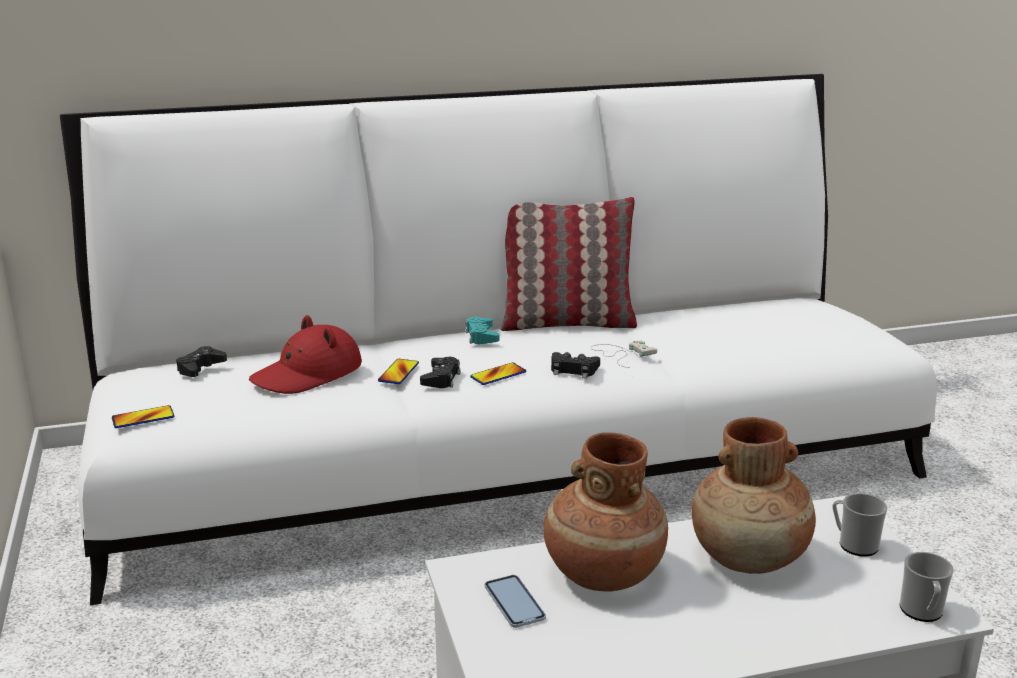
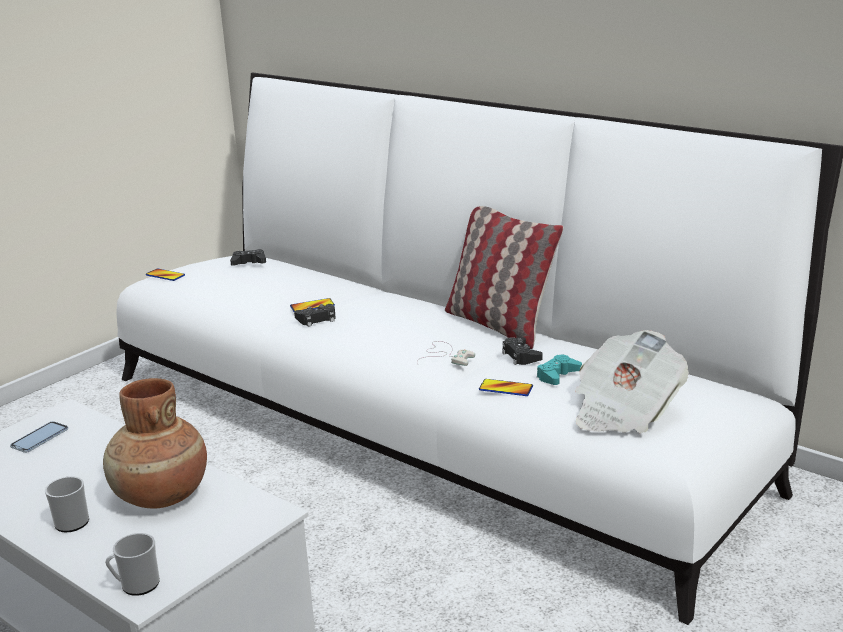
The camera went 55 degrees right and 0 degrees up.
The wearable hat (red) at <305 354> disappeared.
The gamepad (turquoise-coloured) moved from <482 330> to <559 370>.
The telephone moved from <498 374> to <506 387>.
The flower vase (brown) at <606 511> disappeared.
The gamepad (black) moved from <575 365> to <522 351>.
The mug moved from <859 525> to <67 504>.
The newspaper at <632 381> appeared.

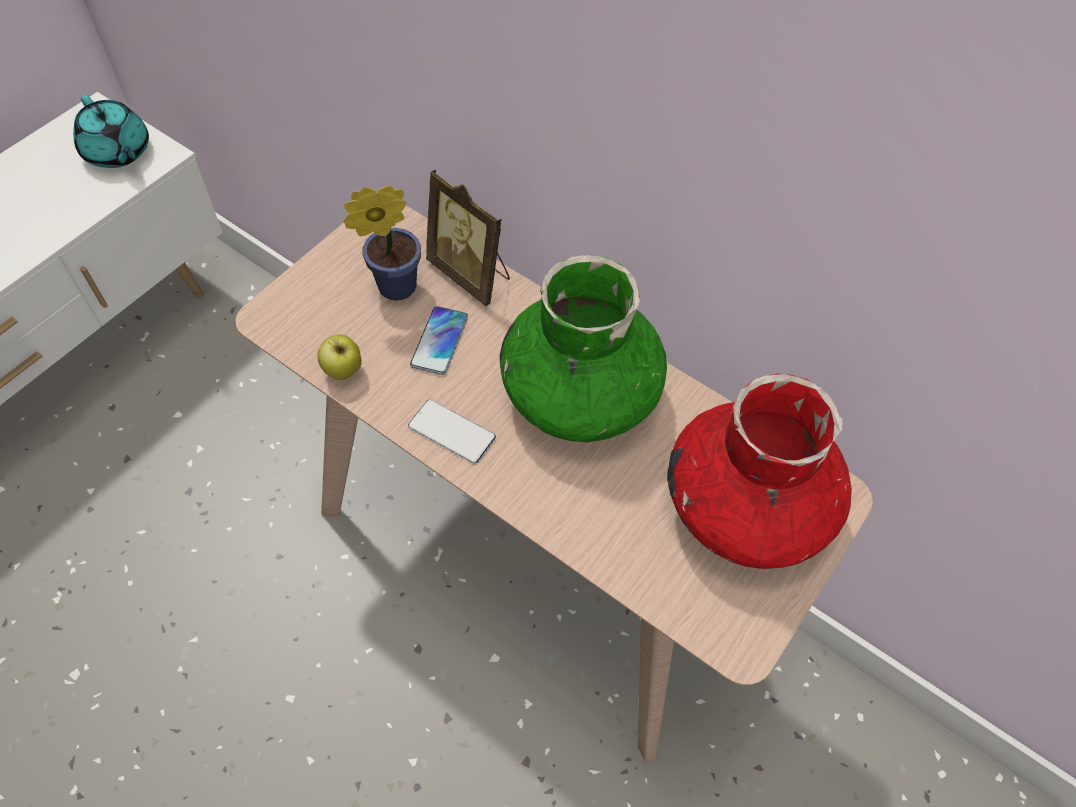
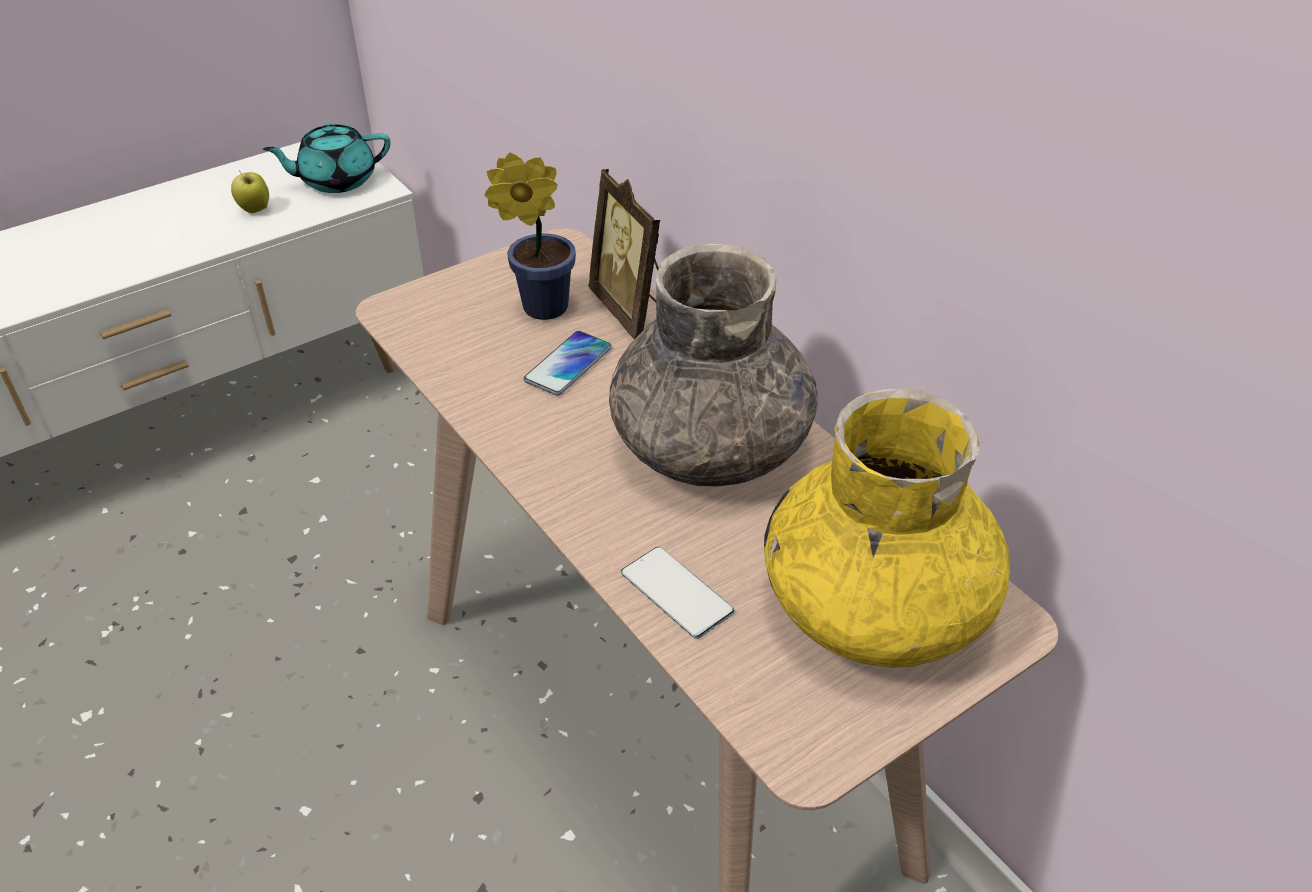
The camera went 20 degrees right and 15 degrees down.
The pot for tea (turquoise-coloured) at <111 131> turned 90 degrees clockwise.
The whole apple moved from <339 357> to <250 192>.
The telephone moved from <452 431> to <678 593>.
The flower vase (green-coloured) at <583 348> became the flower vase (greyish) at <713 365>.
The flower vase (red) at <759 471> became the flower vase (yellow) at <887 528>.

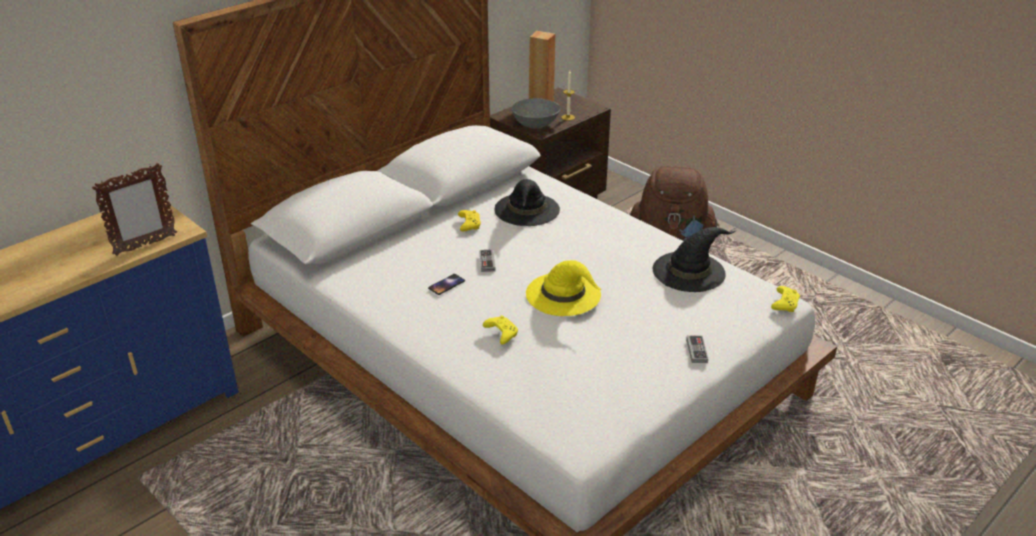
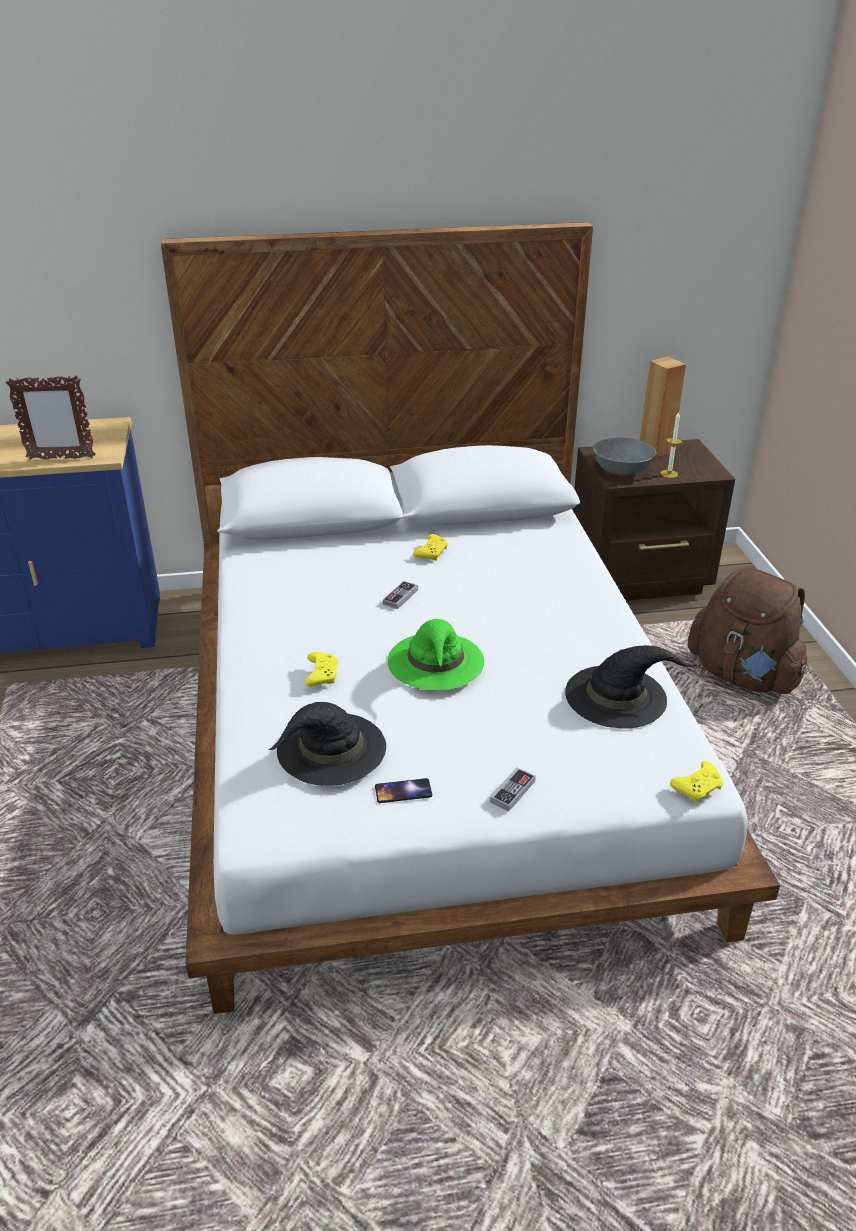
The camera went 35 degrees right and 0 degrees up.
The telephone moved from <446 284> to <403 790>.
The wearable hat (black) moved from <527 202> to <327 744>.
The wearable hat (yellow) at <564 288> became the wearable hat (green-coloured) at <436 654>.

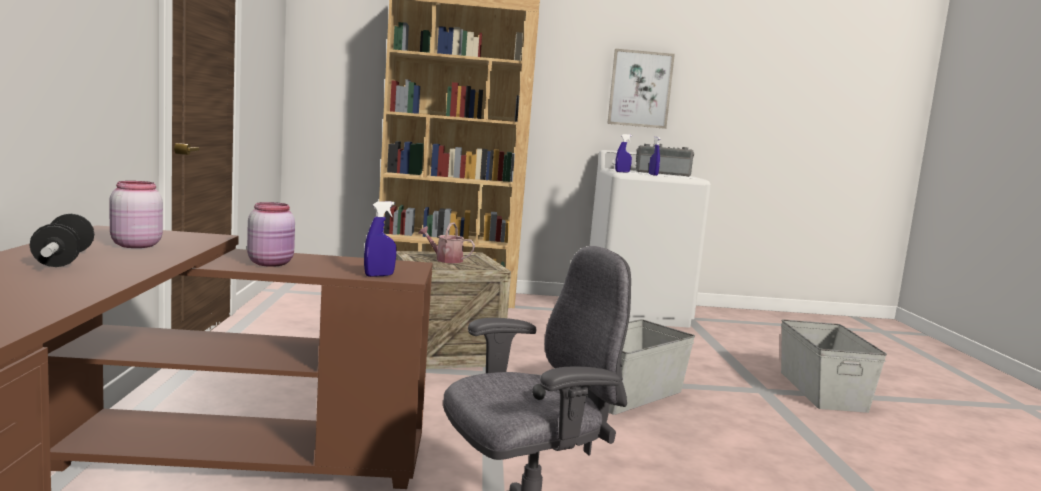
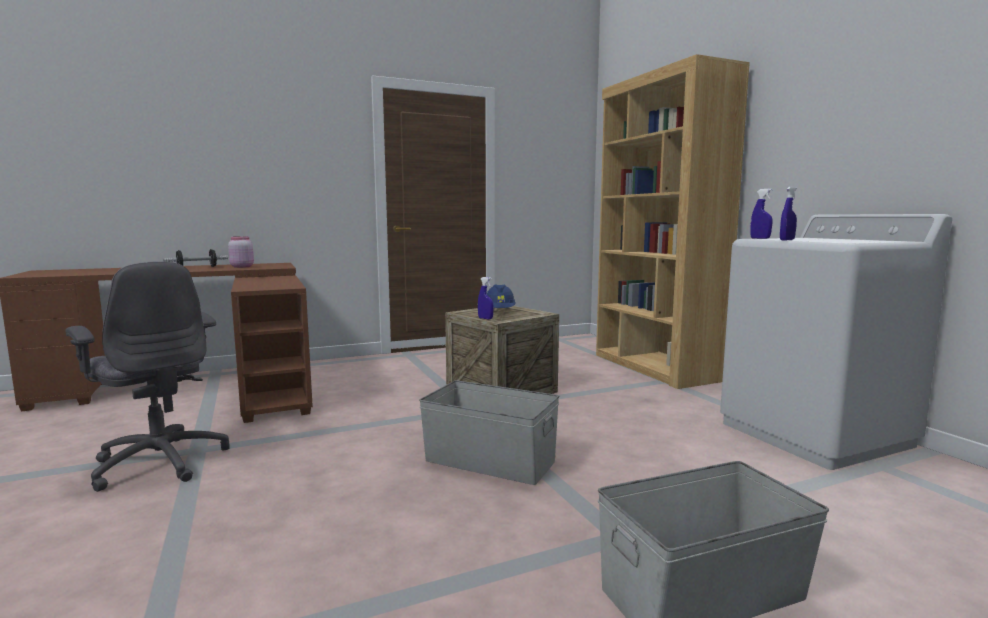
The camera went 70 degrees right and 0 degrees up.
The preserve jar (pink-coloured) at <271 234> disappeared.
The sprayer (bluish) moved from <380 239> to <486 298>.
The watering pot at <447 242> was replaced by the work helmet (bluish) at <501 297>.
The wall art at <641 89> disappeared.
The radio at <665 160> disappeared.

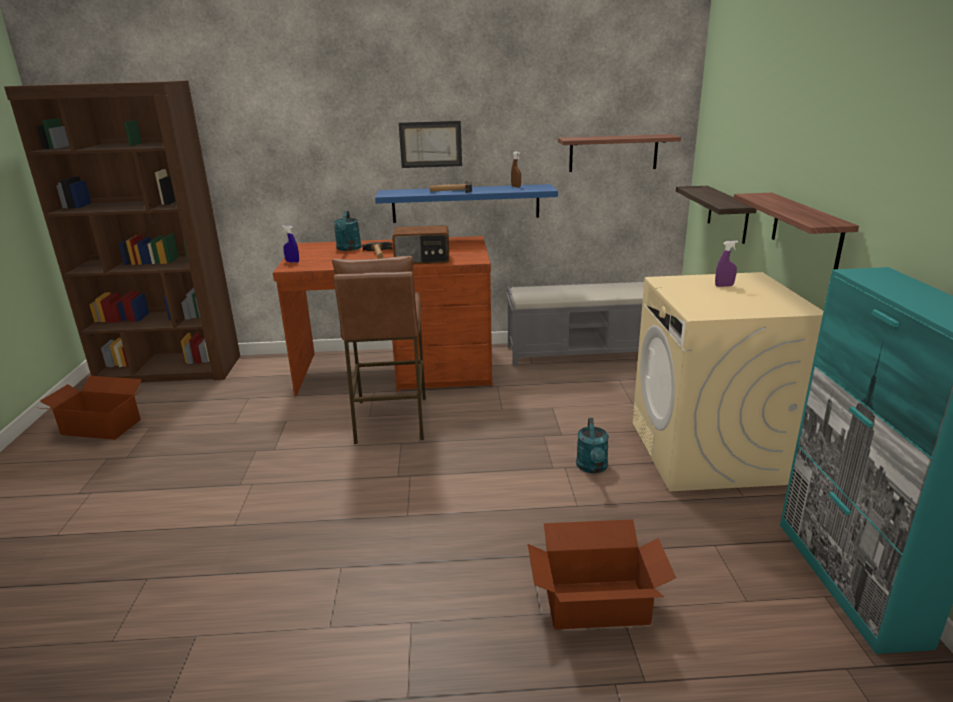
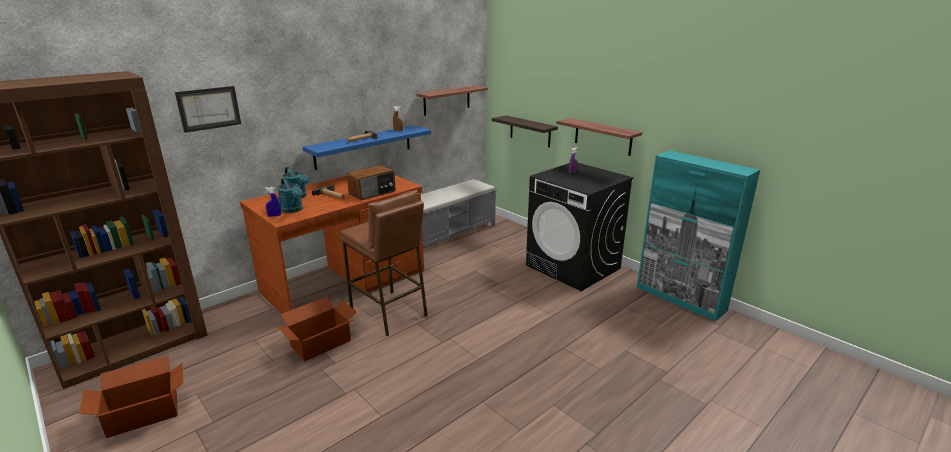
The camera went 40 degrees left and 0 degrees up.
The wall art moved from <430 144> to <208 109>.
The carton moved from <602 574> to <317 329>.
The watering pot (turquoise-coloured) moved from <592 445> to <290 195>.
The laundry machine (sand-coloured) at <727 381> became the laundry machine (black) at <580 227>.

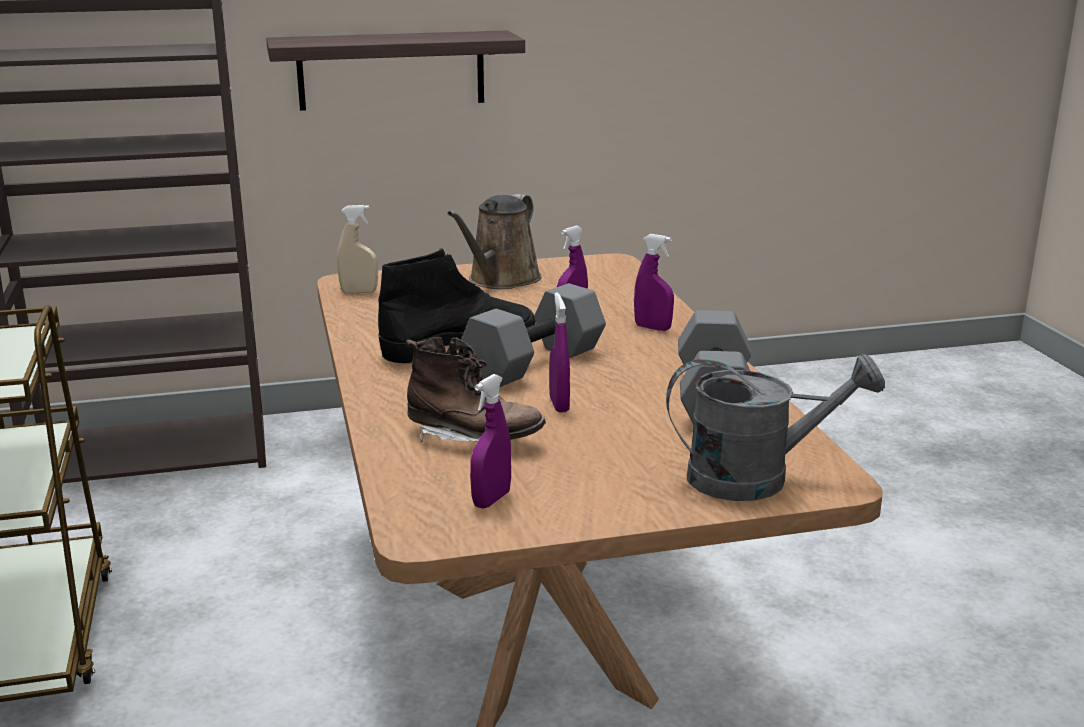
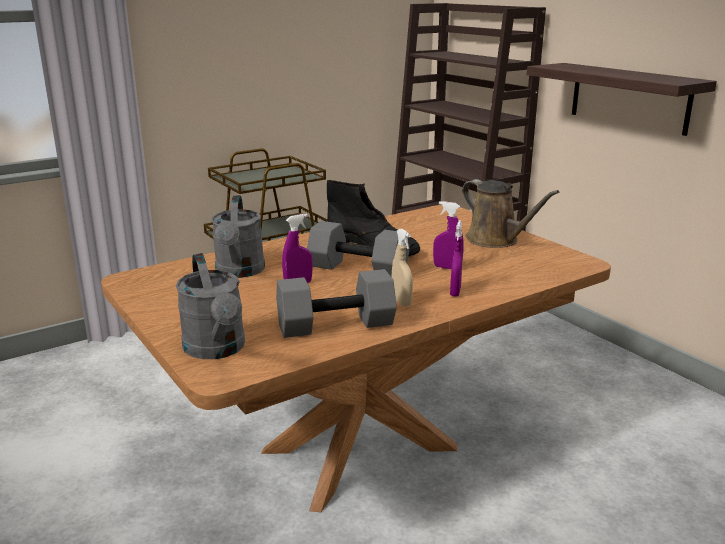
The camera went 70 degrees right and 0 degrees up.
The sprayer (sand-coloured) moved from <357 249> to <402 267>.
The high-top boot (brown) at <476 389> was replaced by the watering pot (greyish) at <238 236>.
The watering pot (brown) at <494 241> turned 135 degrees counterclockwise.
The sprayer (purple) at <490 441> disappeared.

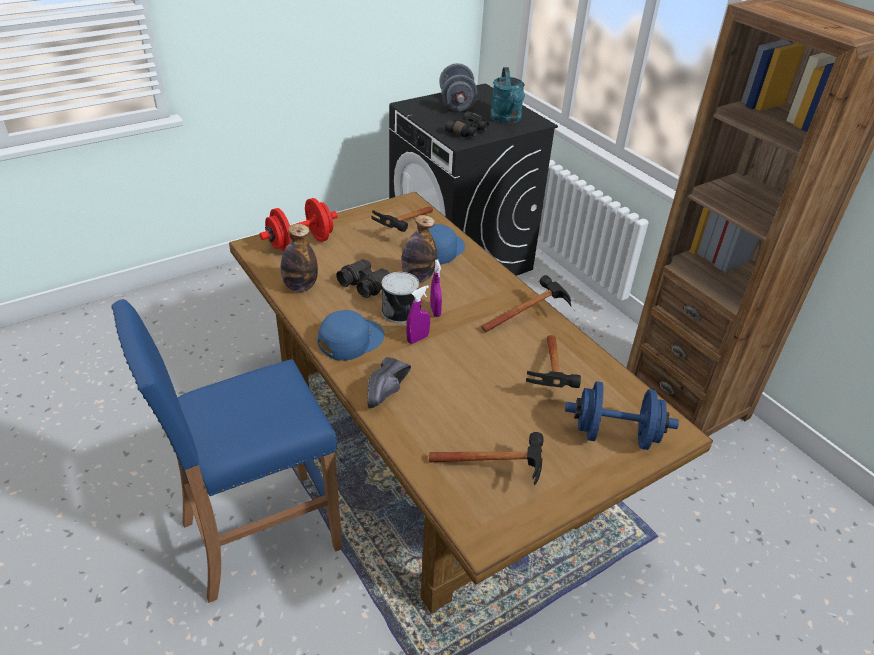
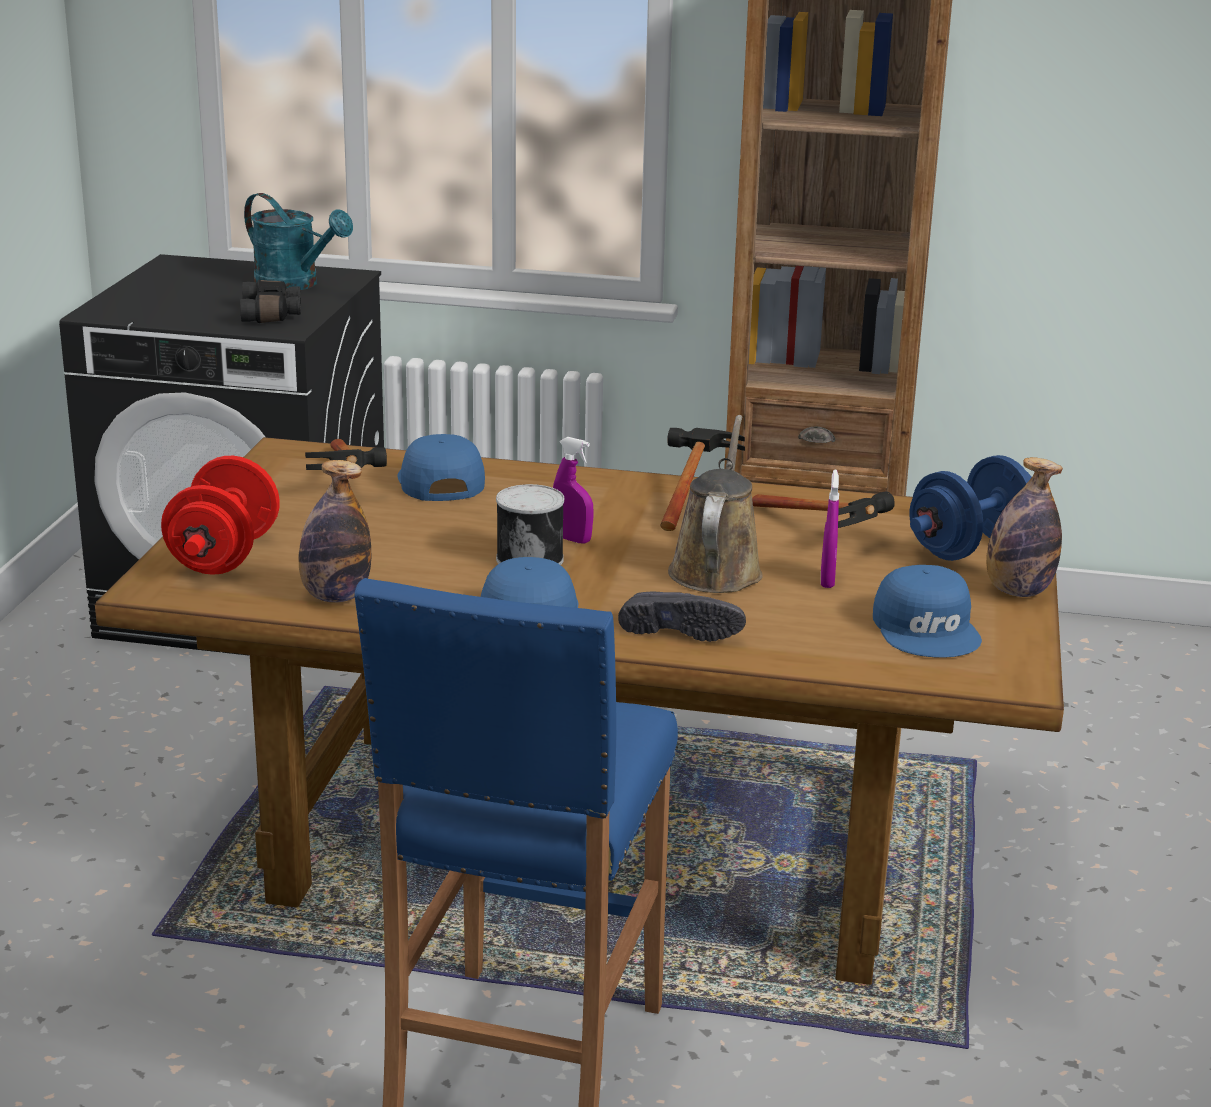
The camera went 45 degrees left and 15 degrees down.
The field glasses (black) at <363 278> disappeared.
The shoe (black) at <389 382> turned 45 degrees counterclockwise.
The bottle moved from <419 248> to <1024 527>.
The sprayer (purple) moved from <418 314> to <830 529>.
The hand hammer at <486 459> was replaced by the peaked cap (bluish) at <927 611>.
The free weight (greyish) at <458 87> disappeared.
The watering pot (brown) at <715 504> appeared.

